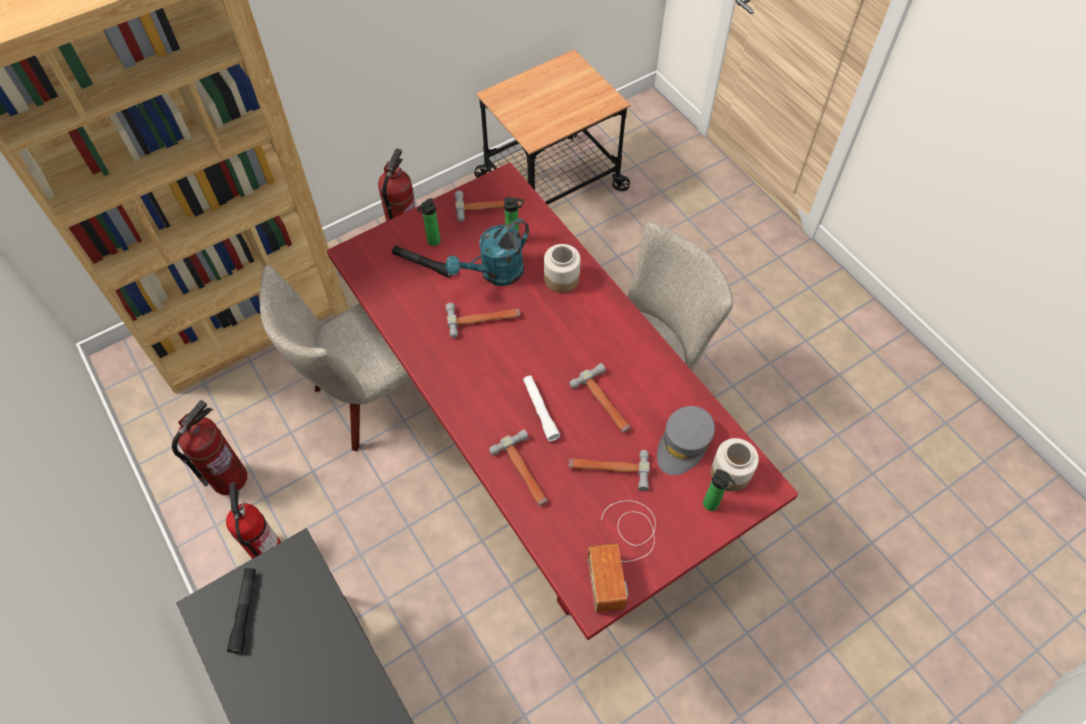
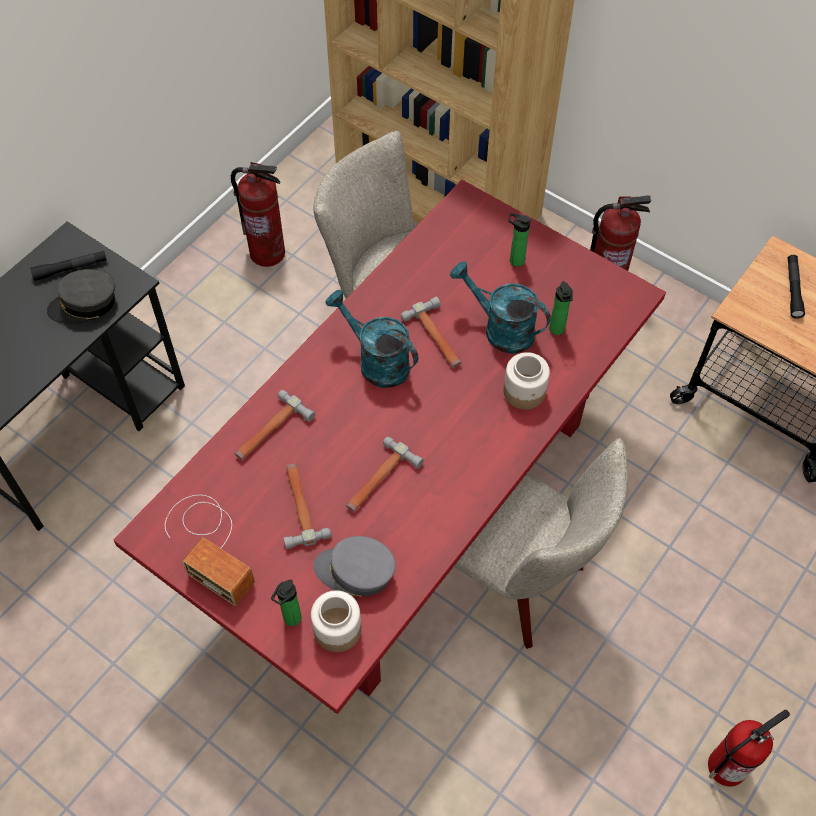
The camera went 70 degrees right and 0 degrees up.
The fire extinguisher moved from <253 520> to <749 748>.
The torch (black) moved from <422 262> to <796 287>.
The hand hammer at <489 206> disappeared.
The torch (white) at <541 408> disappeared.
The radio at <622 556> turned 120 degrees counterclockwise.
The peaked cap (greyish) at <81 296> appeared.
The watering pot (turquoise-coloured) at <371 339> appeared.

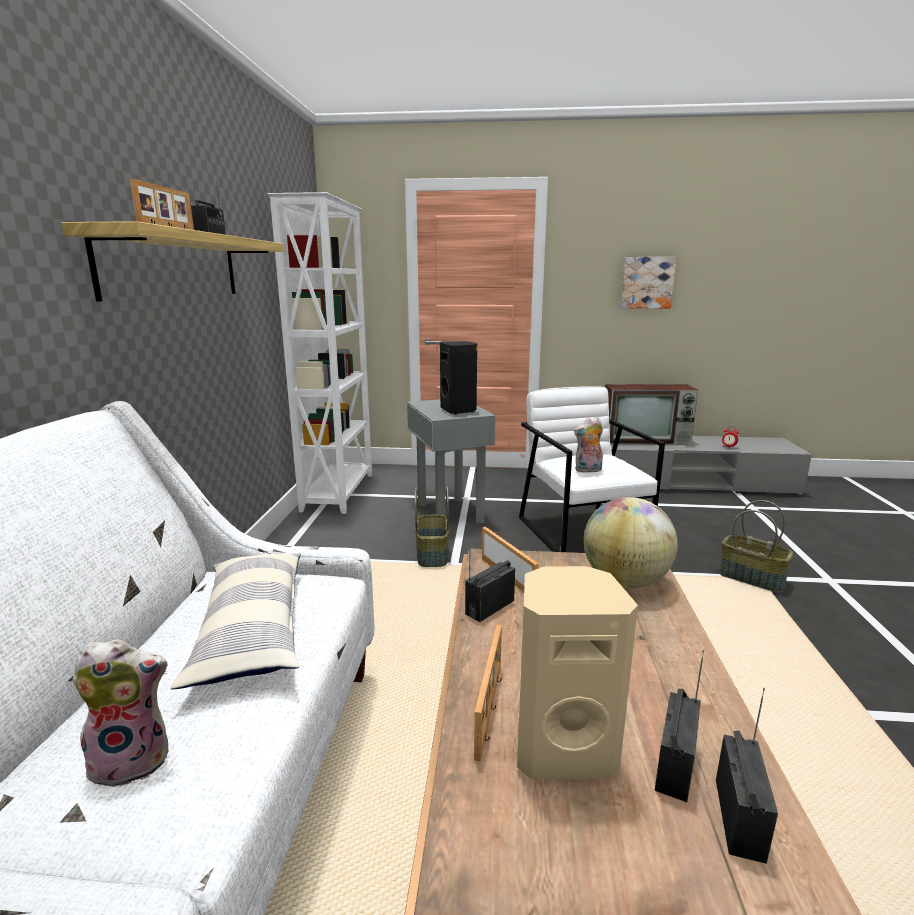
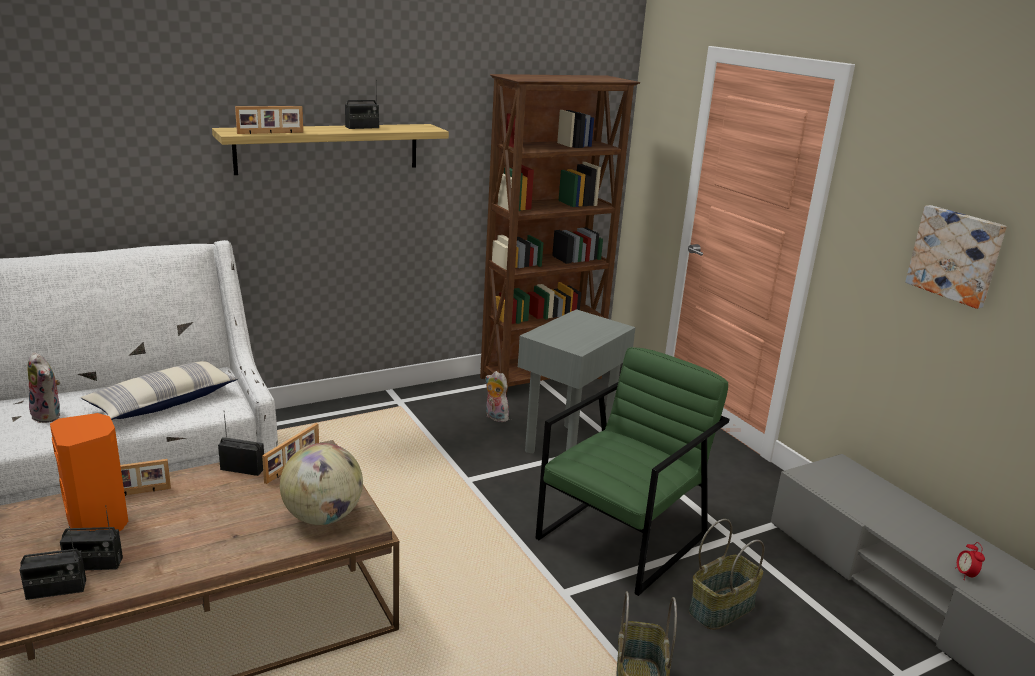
The camera went 55 degrees right and 5 degrees up.
The bookcase (white) at <319 353> became the bookcase (brown) at <560 234>.
The storage basket moved from <432 527> to <726 574>.
The loudspeaker (black) at <458 378> disappeared.
The loudspeaker (sand-coloured) at <577 673> became the loudspeaker (orange-coloured) at <89 472>.
The easy chair (white) at <592 469> became the easy chair (green-coloured) at <632 471>.
The soft toy moved from <588 444> to <497 396>.
The TV at <651 414> disappeared.

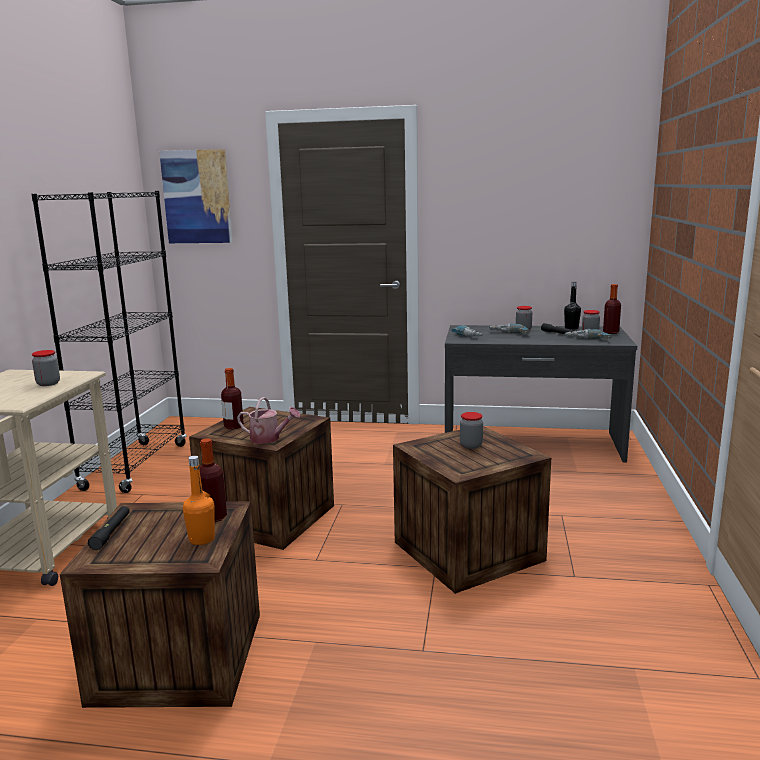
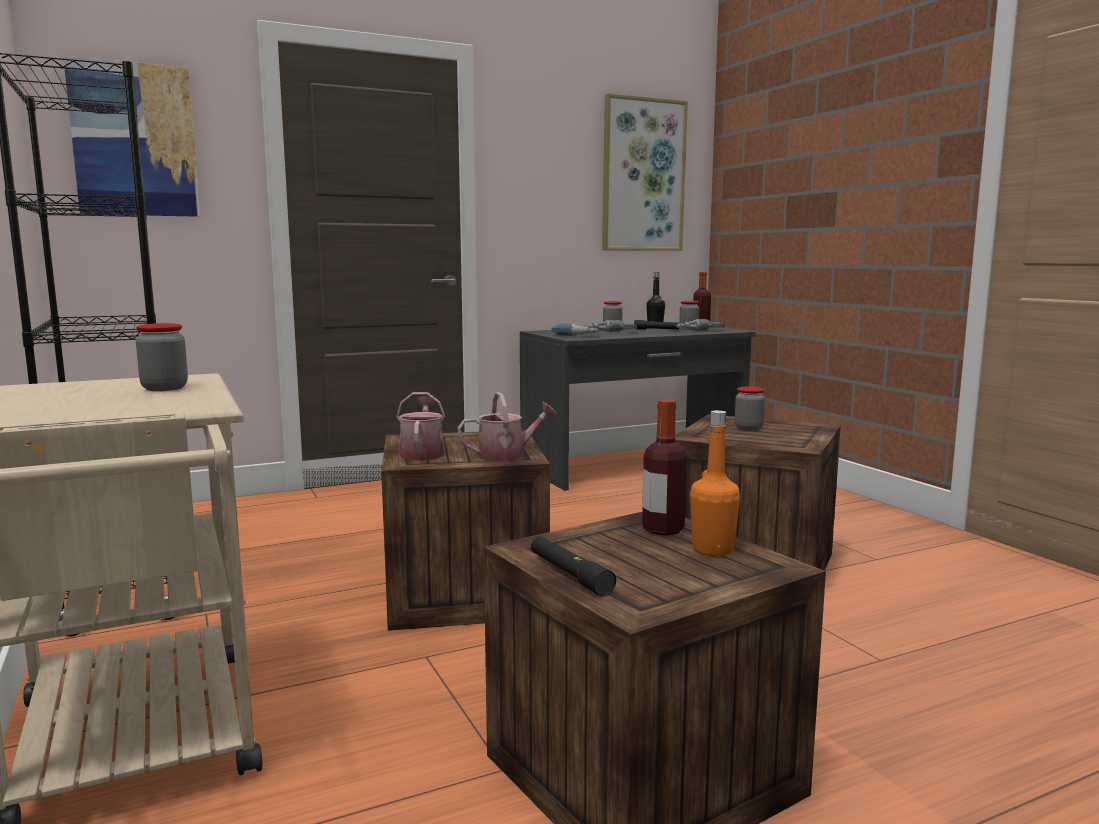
The camera went 35 degrees left and 5 degrees down.
The bottle at <232 398> was replaced by the watering pot at <420 426>.
The wall art at <645 172> appeared.

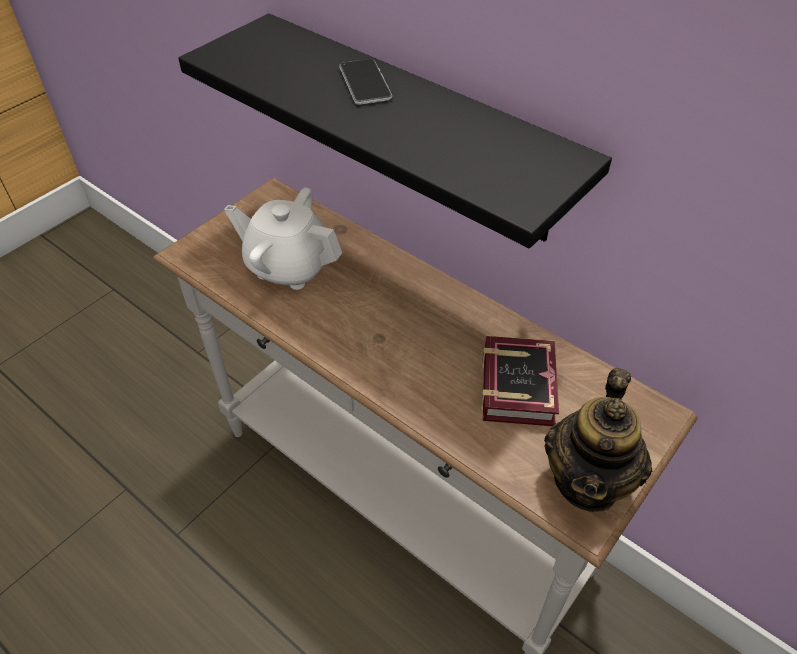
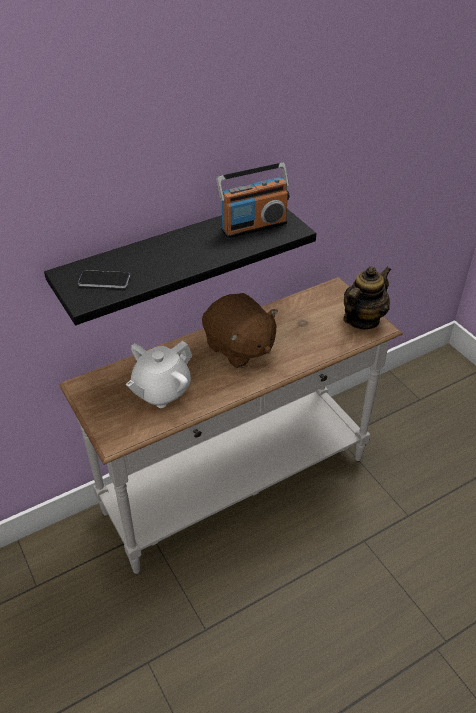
The camera went 70 degrees left and 5 degrees down.
The telephone moved from <365 82> to <104 279>.
The volume at <520 381> disappeared.
The pot for tea at <598 440> turned 90 degrees counterclockwise.
The soft toy (brown) at <240 330> appeared.
The radio at <252 200> appeared.

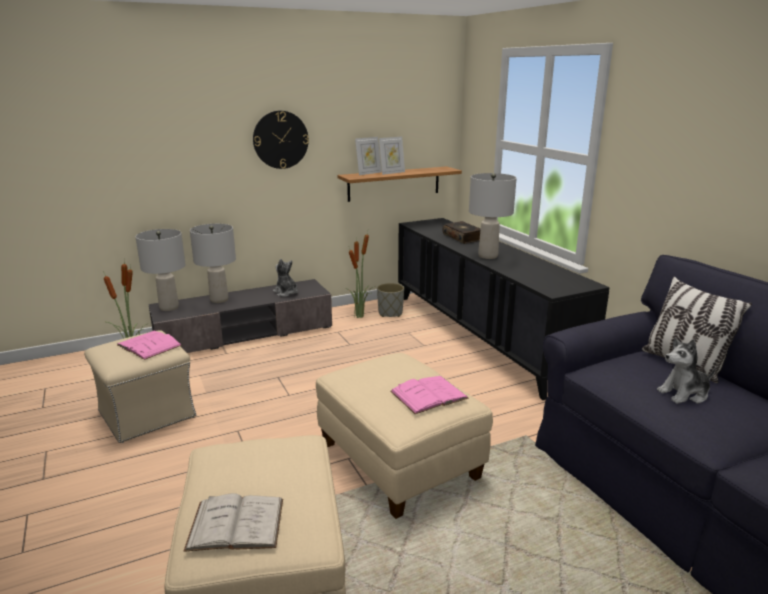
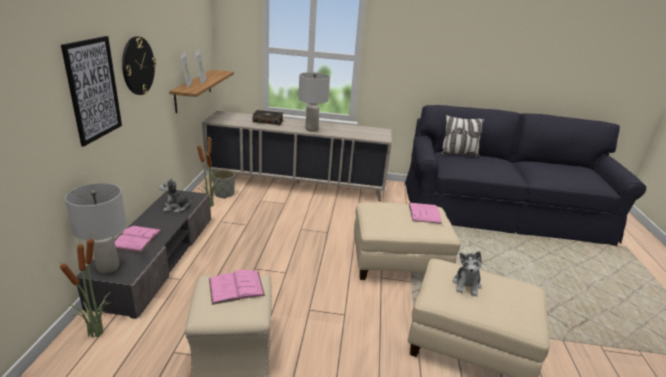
The camera went 60 degrees left and 5 degrees up.
The volume (white) at <233 522> disappeared.
The table lamp (greyish) at <213 263> was replaced by the volume (pink-coloured) at <138 239>.
The storage cabinet (black) at <504 309> became the storage cabinet (sand-coloured) at <297 156>.
The soft toy moved from <686 370> to <467 274>.
The wall art at <91 91> appeared.

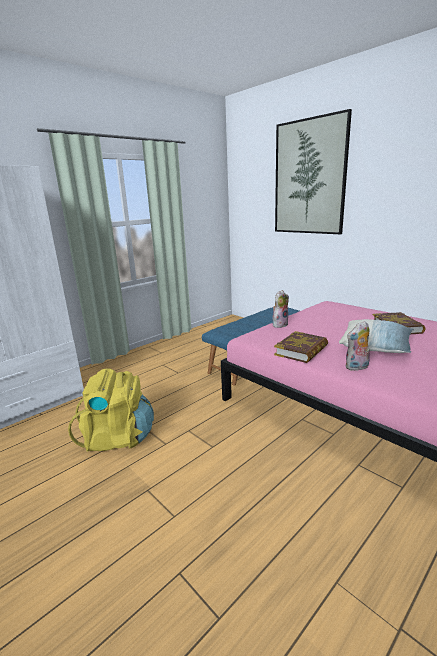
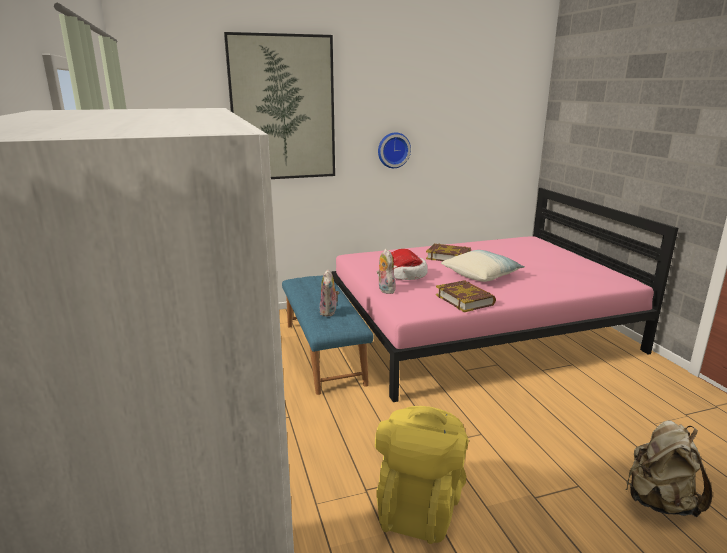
The camera went 65 degrees left and 0 degrees up.
The soft toy moved from <357 346> to <329 292>.
The wall clock at <394 150> appeared.
The wearable hat at <403 264> appeared.
The knapsack (sand-coloured) at <669 468> appeared.

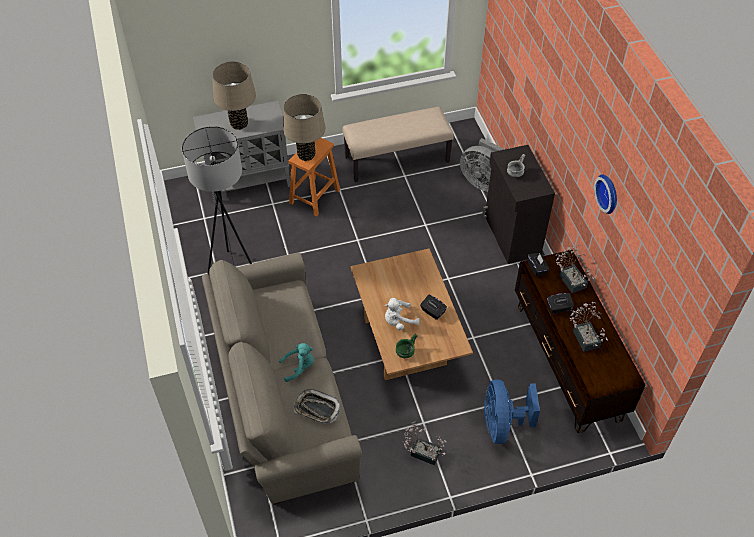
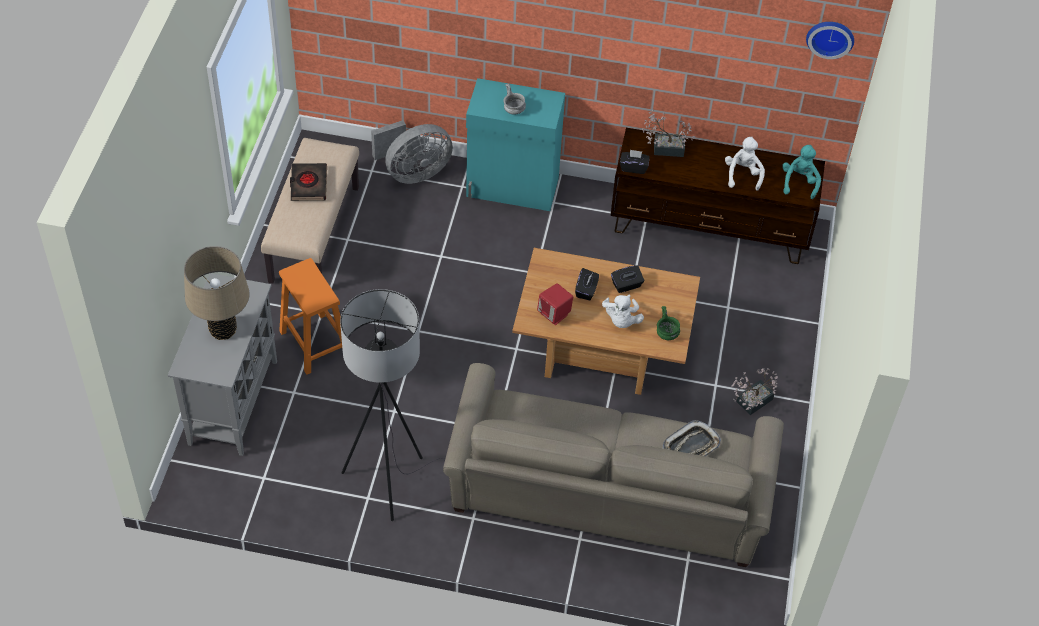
The camera went 65 degrees left and 0 degrees up.
The soft toy (turquoise-coloured) moved from <296 362> to <801 172>.
The table lamp (sand-coloured) at <304 127> disappeared.
The storage cabinet (black) at <518 204> became the storage cabinet (turquoise-coloured) at <515 144>.
The cooling fan (bluish) at <512 411> disappeared.
The box of tissues (black) moved from <560 303> to <587 284>.
The houseplant at <589 327> was replaced by the soft toy (white) at <745 164>.
The wall clock moved from <605 194> to <830 40>.
The volume (black) at <308 182> appeared.
The loudspeaker (red) at <555 304> appeared.

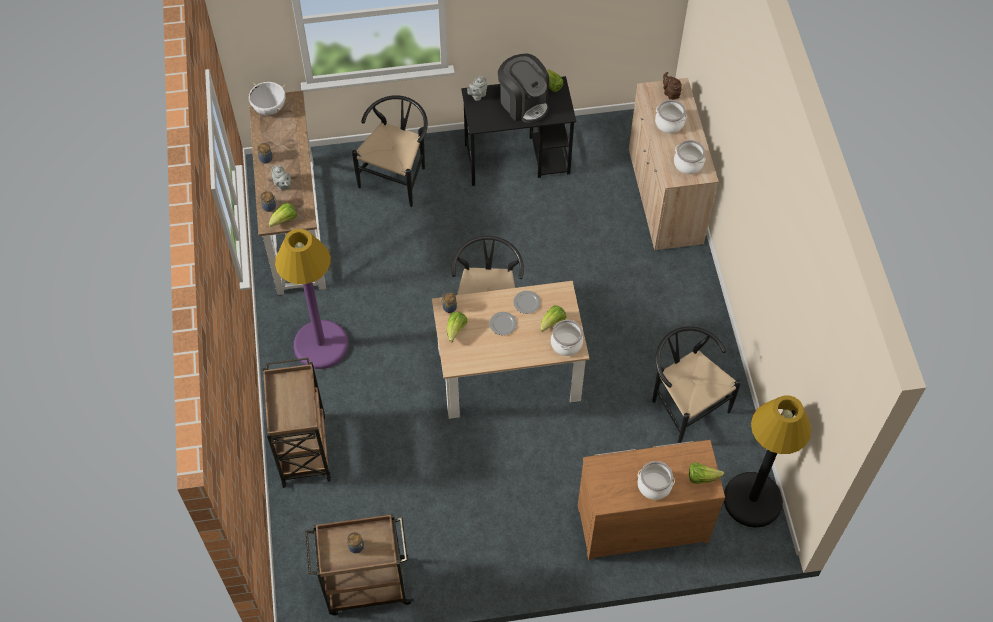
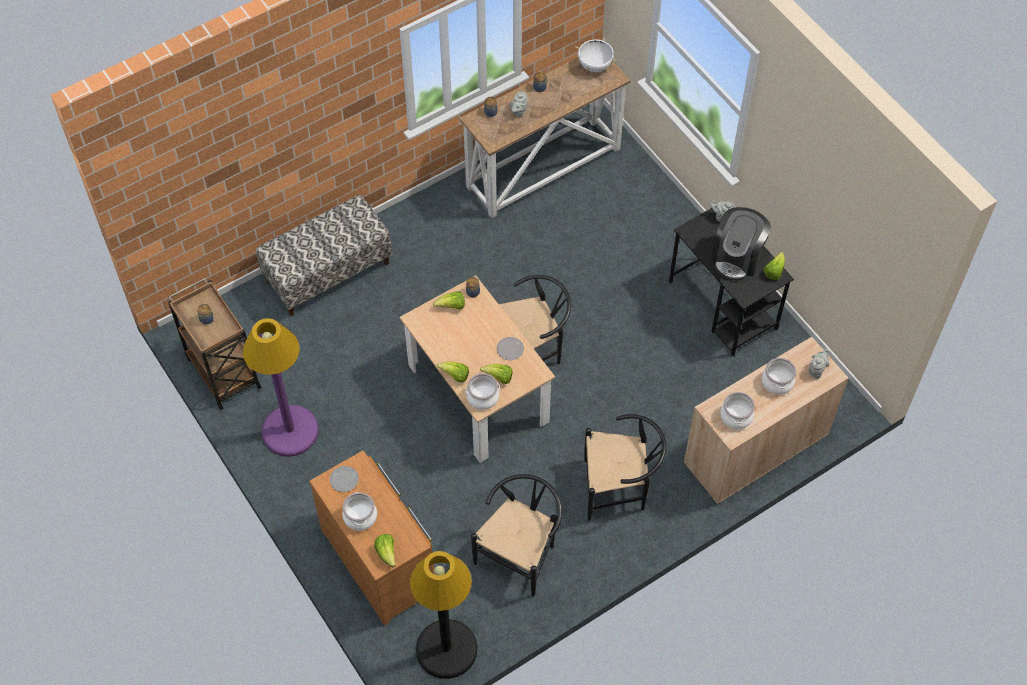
The camera went 65 degrees right and 0 degrees up.
The wheeled cart (brown) at <297 422> was replaced by the indoor bench at <324 255>.
The lettuce moved from <282 215> to <453 372>.
The standard lamp (purple) moved from <312 299> to <281 387>.
The upright chair (black) moved from <390 151> to <625 467>.
The plate moved from <503 323> to <344 479>.
The pot for tea (brown) at <672 86> became the pot for tea (greyish) at <818 364>.

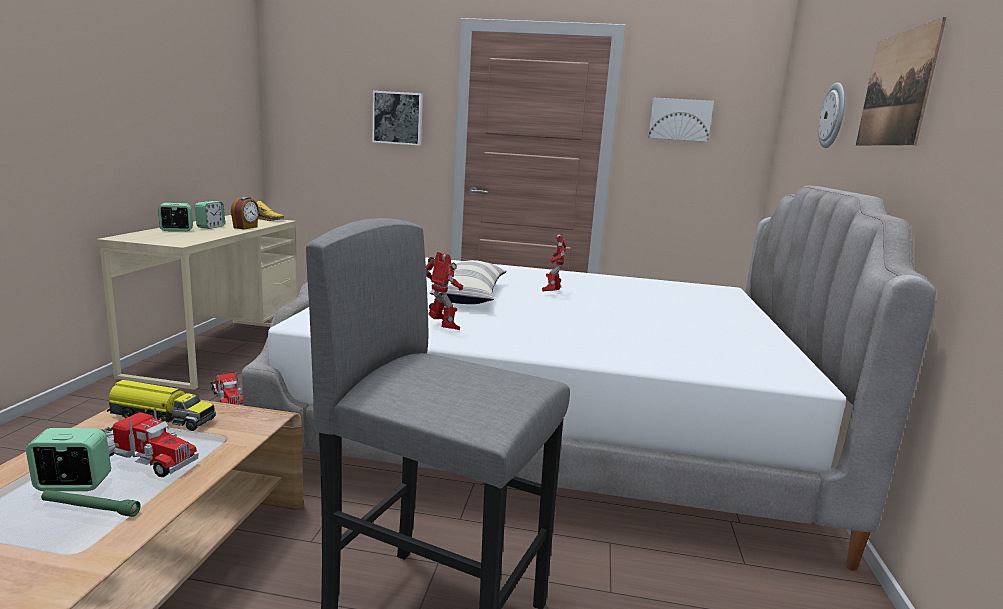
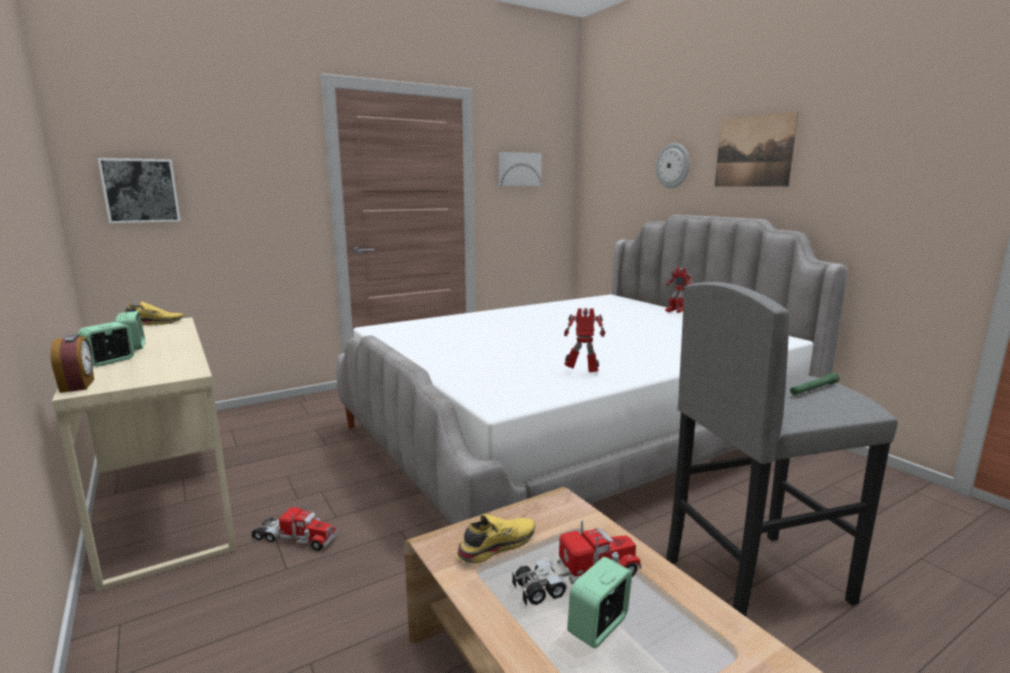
The camera went 40 degrees left and 0 degrees up.
The torch (green-coloured) moved from <91 503> to <815 384>.
The model truck at <161 405> was replaced by the shoe (yellow) at <495 539>.
The bedside clock moved from <245 213> to <72 363>.
The wall art moved from <397 118> to <139 190>.
The throw pillow at <468 282> disappeared.
The robot figure moved from <554 262> to <679 290>.

